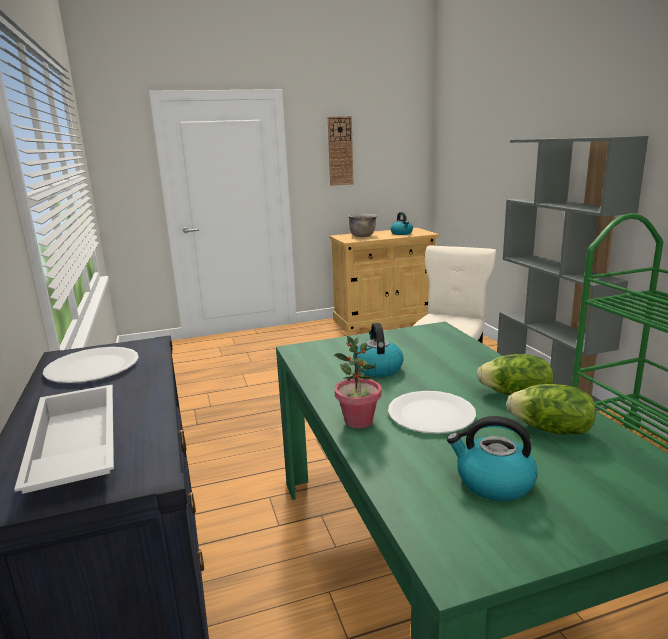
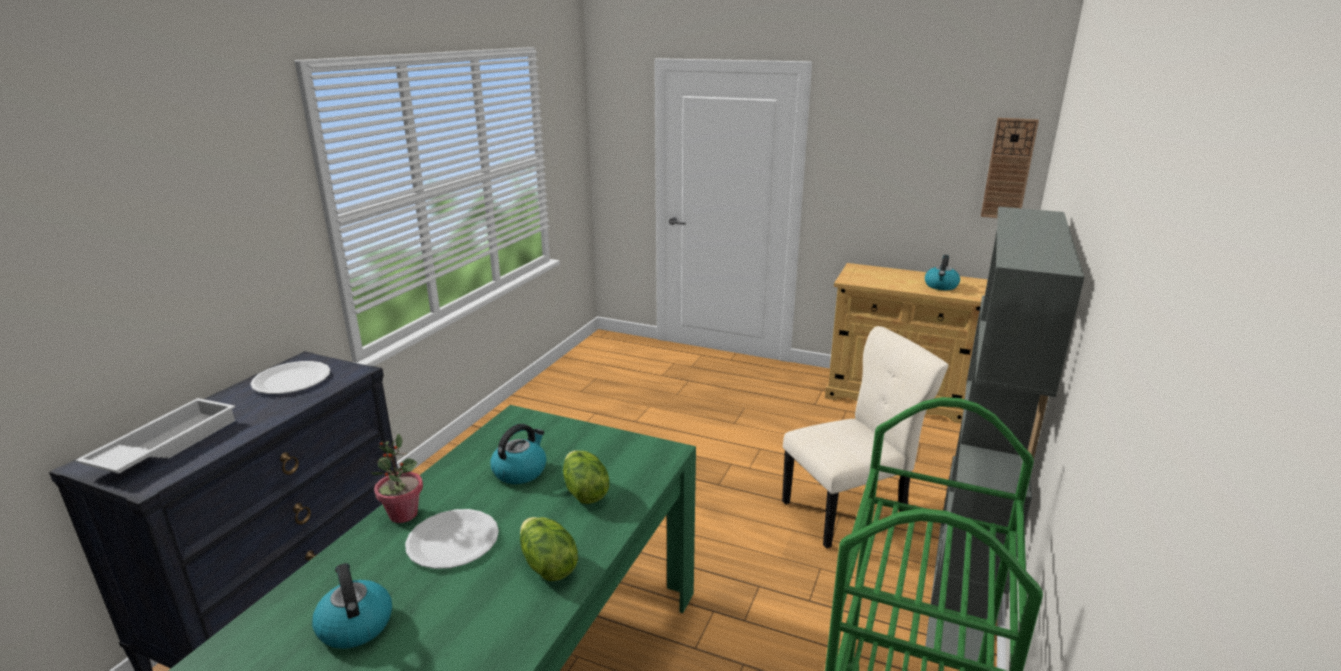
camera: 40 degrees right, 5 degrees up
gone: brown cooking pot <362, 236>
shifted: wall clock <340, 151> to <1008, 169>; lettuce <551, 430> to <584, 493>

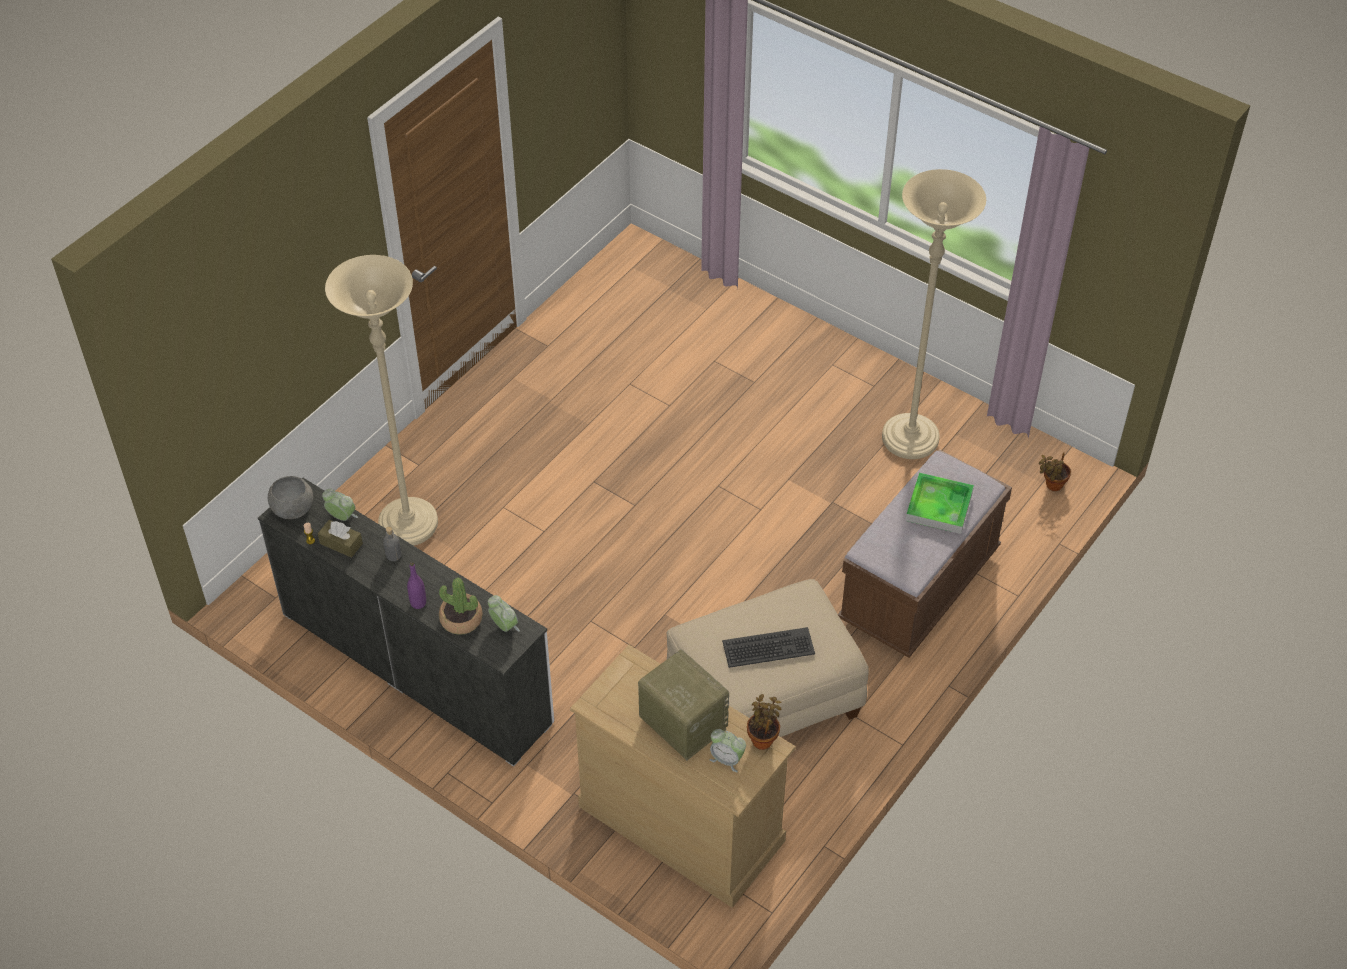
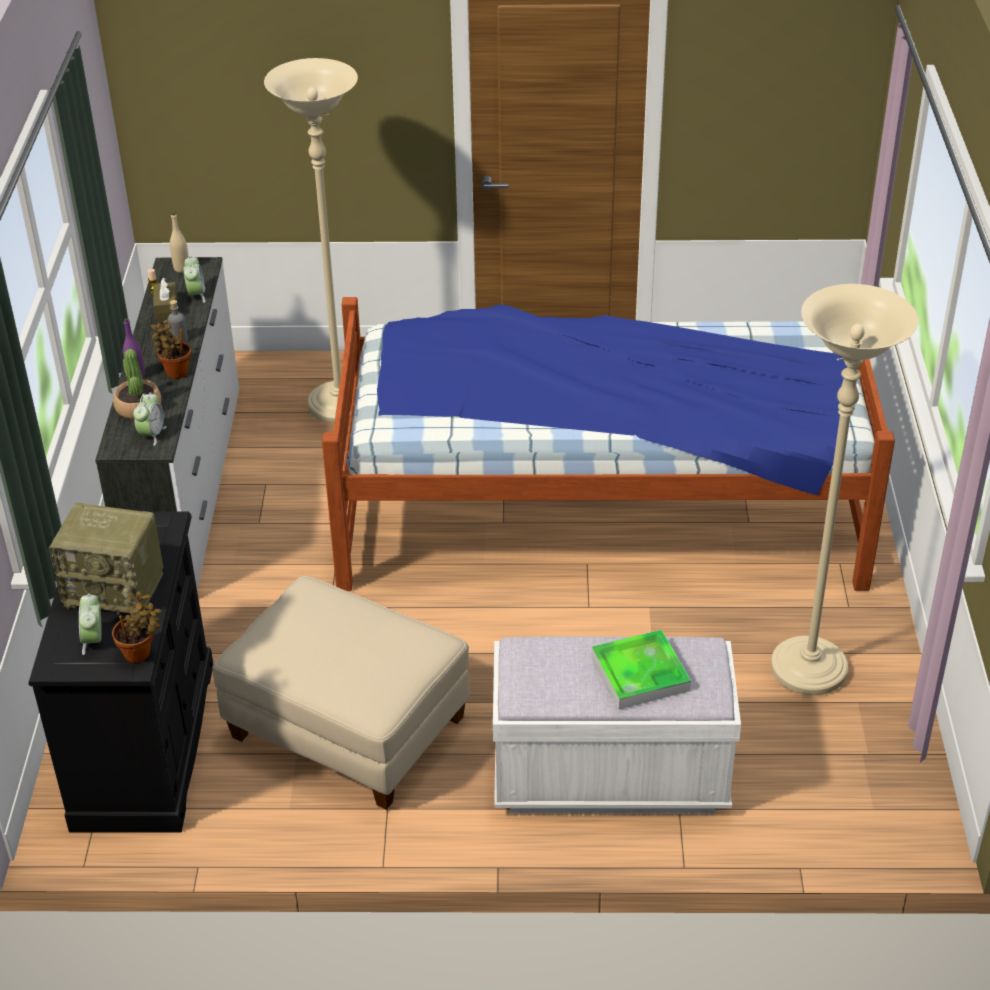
camera: 55 degrees right, 10 degrees down
gone: keyboard <768, 648>
new: bed <597, 510>
shifted: potted plant <1052, 485> to <175, 371>
swapped: grey bowl <293, 509> to beige bottle <181, 268>
repainted: brown bench <919, 587> to white bench <610, 776>; beige dresser <681, 823> to black dresser <145, 743>
rotated: radio <681, 723> = <116, 589> 90 degrees clockwise

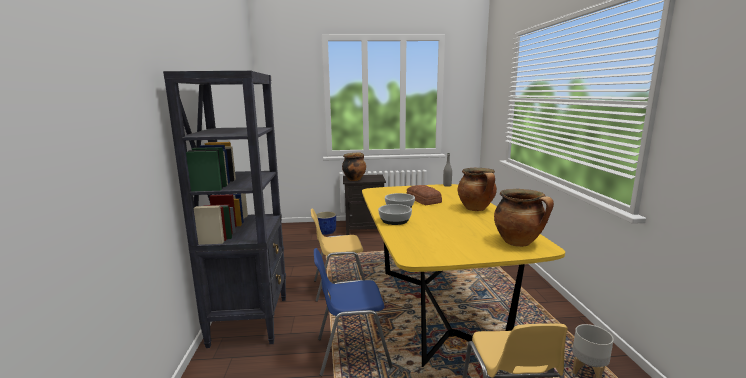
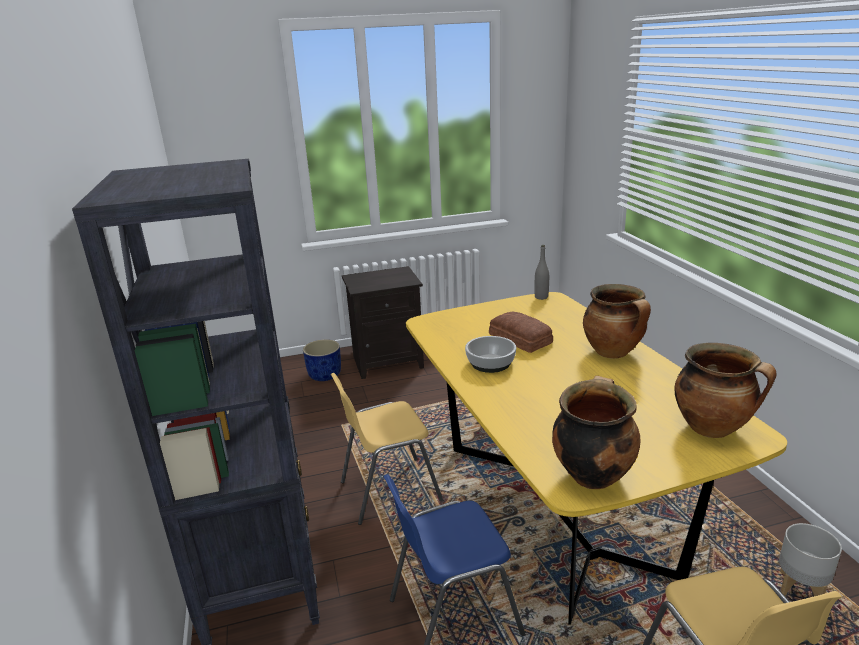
camera: 10 degrees left, 10 degrees up
gone: bowl <395, 220>
shifted: cooking pot <354, 179> to <592, 474>

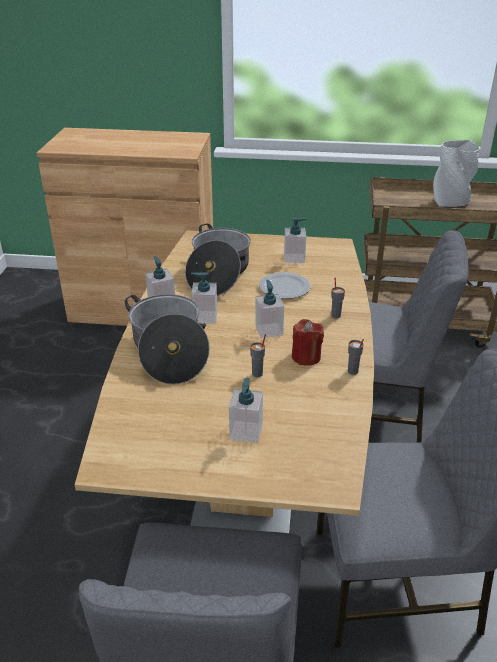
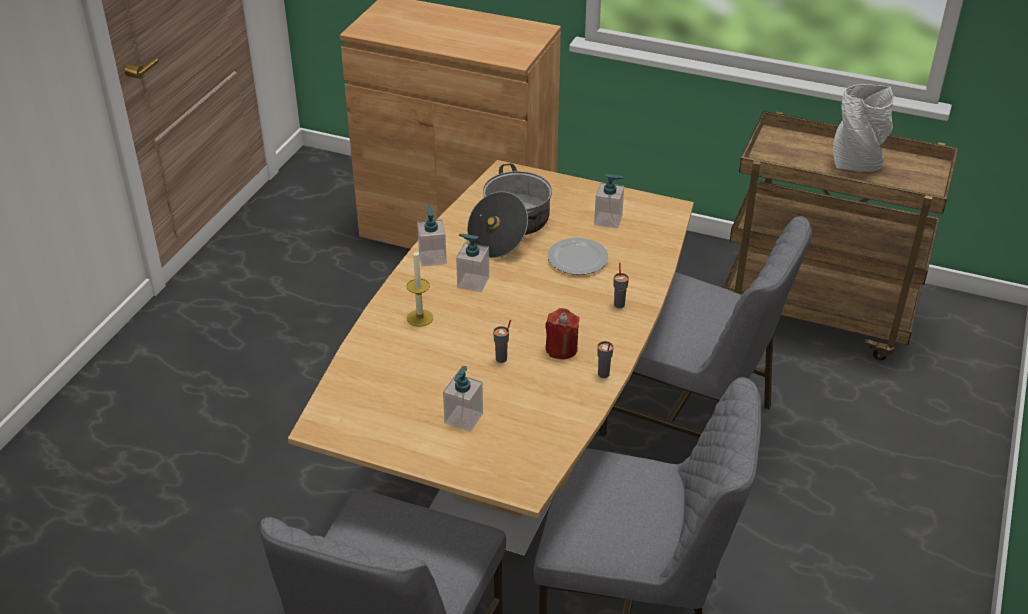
camera: 15 degrees right, 5 degrees up
gone: soap dispenser <269, 330>
swapped: cooking pot <169, 352> to candle <420, 318>

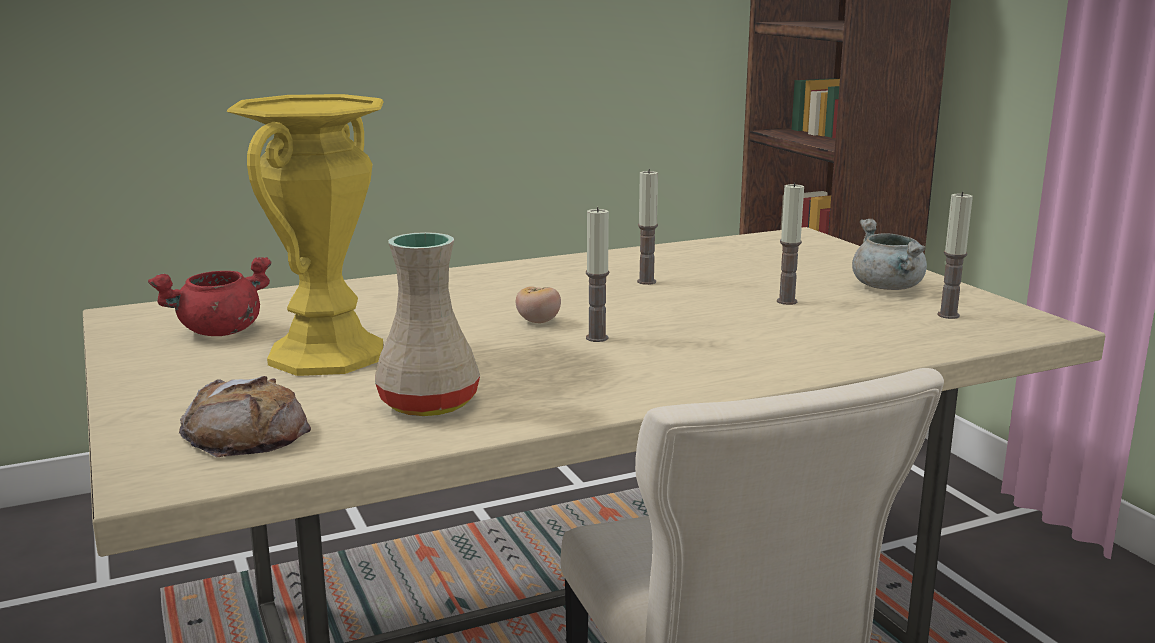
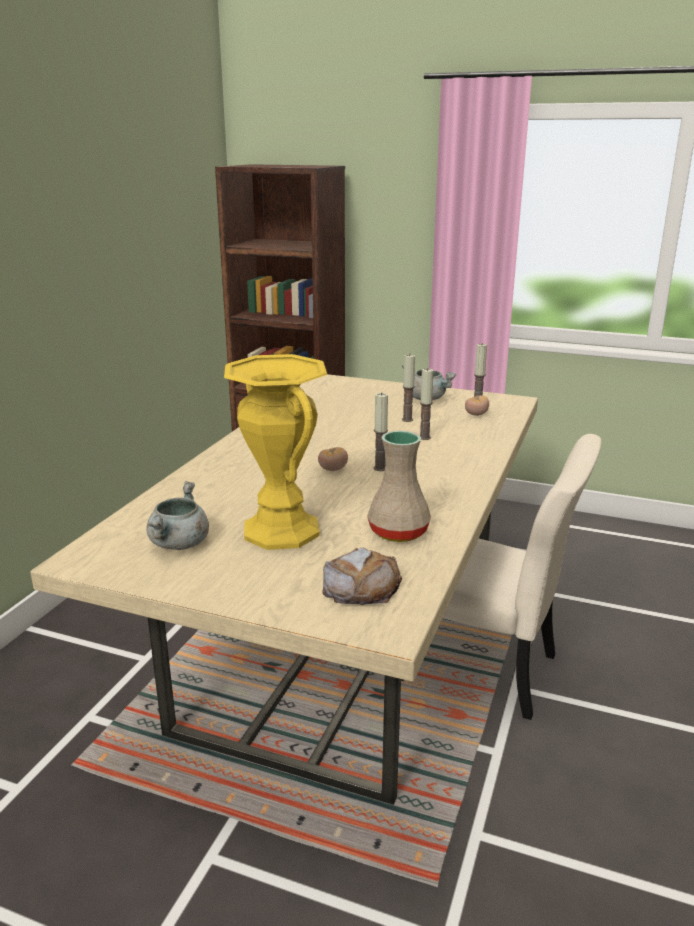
camera: 45 degrees left, 5 degrees up
new: tomato <476, 415>
shifted: candle <646, 281> to <424, 437>
repainted: red cooking pot <219, 332> to grey cooking pot <179, 544>

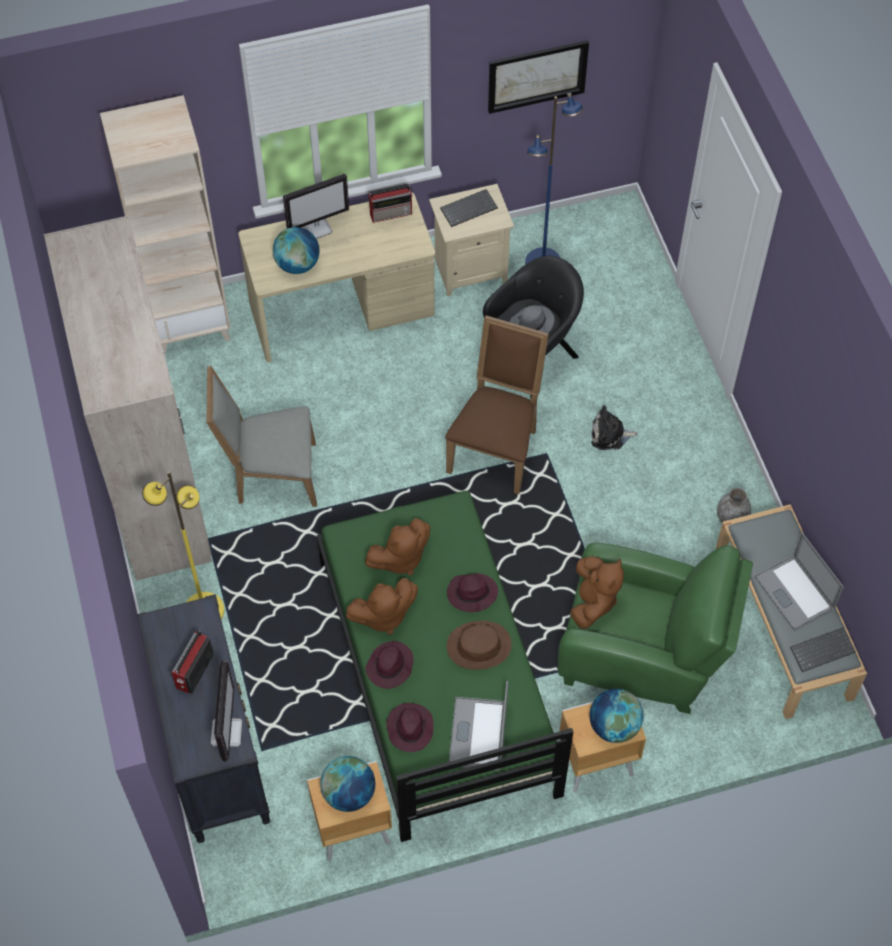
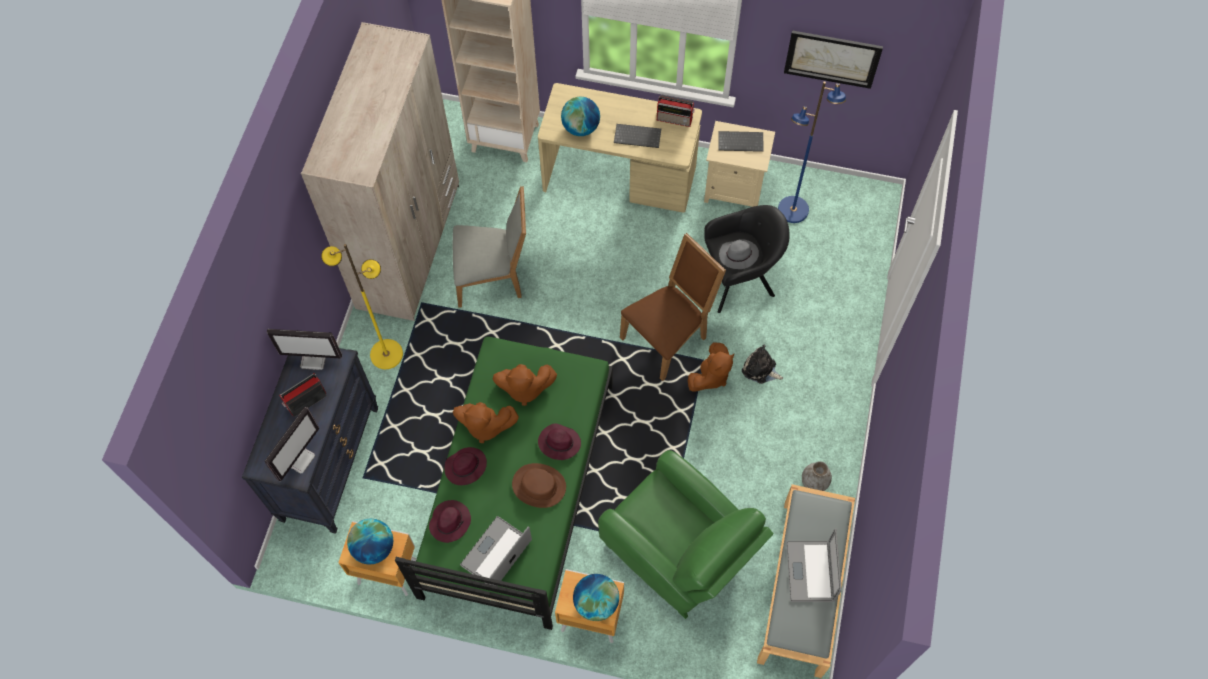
camera: 30 degrees right, 5 degrees up
shifted: monitor <317, 228> to <314, 358>; brown plush toy <593, 601> to <710, 376>; keyboard <822, 649> to <638, 136>
rotated: grey chair <271, 475> = <494, 277> 150 degrees clockwise

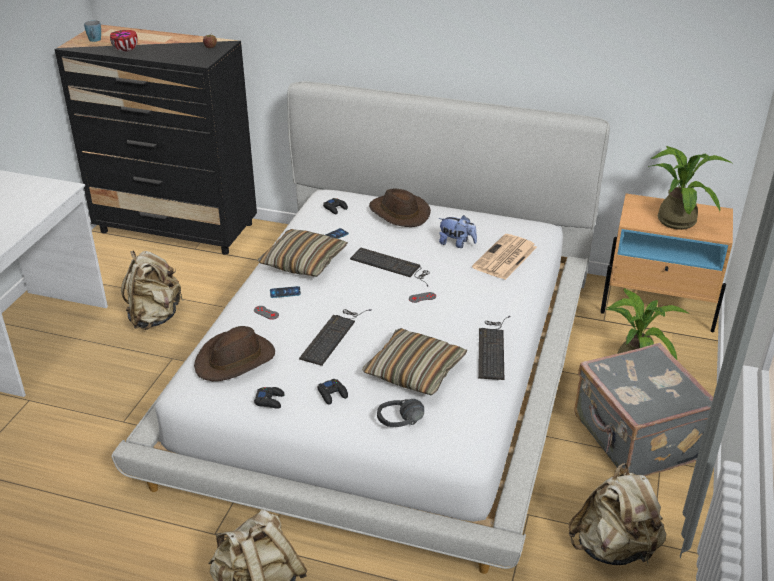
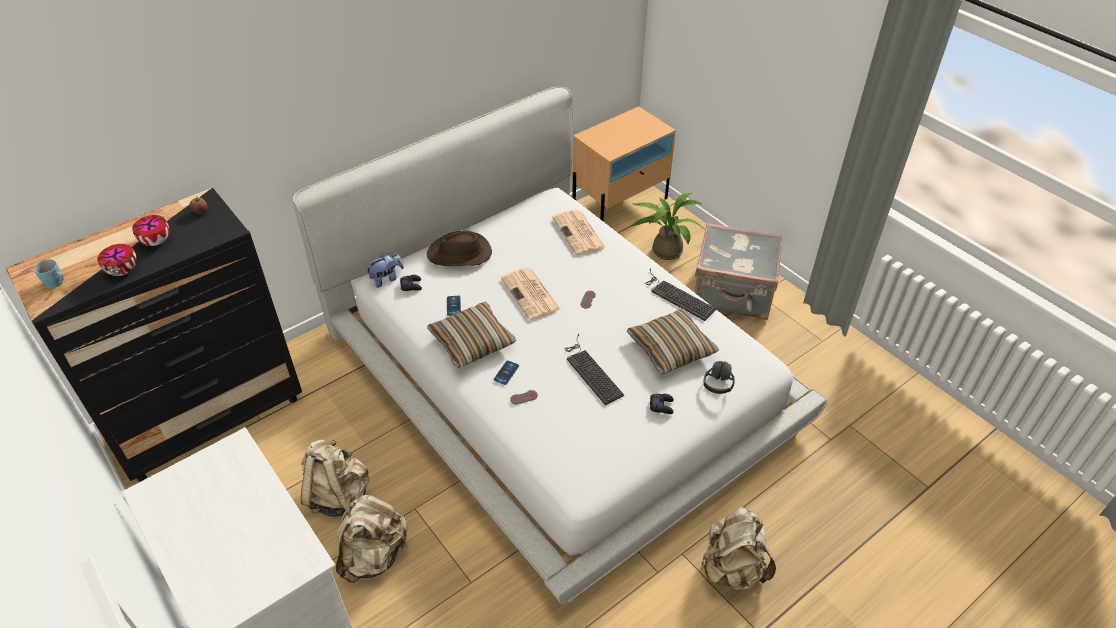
camera: 55 degrees left, 10 degrees up
gone: potted plant <676, 218>; brown hat <235, 360>; black game controller <270, 400>
new: bowl <156, 242>
shifted: plush toy <456, 243> to <386, 279>; beige backpack <613, 548> to <374, 555>
swapped: keyboard <392, 266> to newspaper <531, 294>

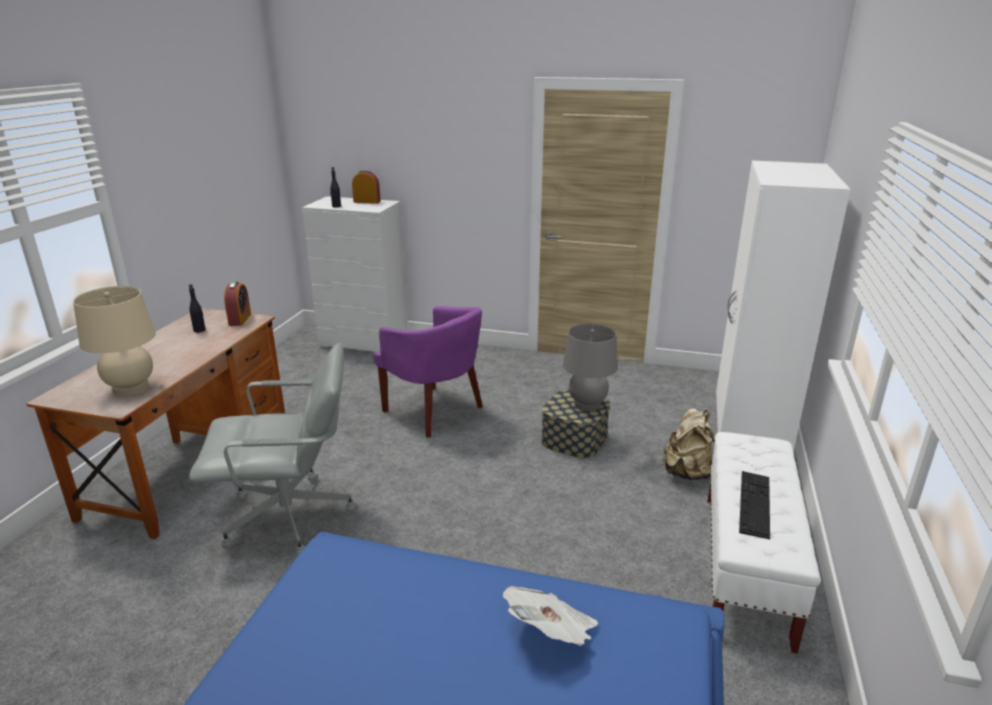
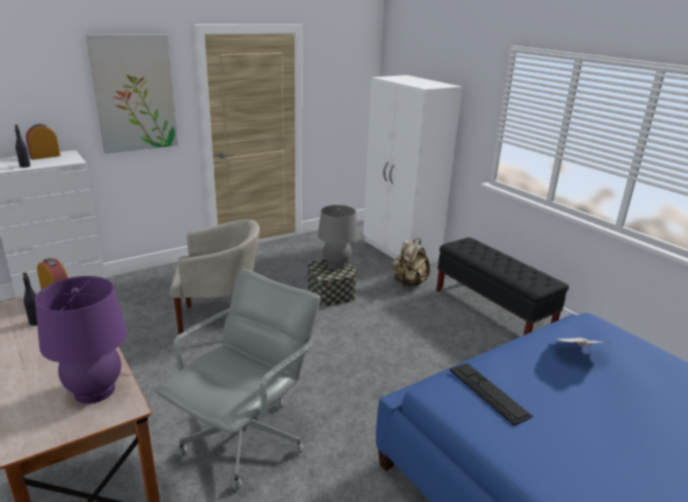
camera: 50 degrees left, 0 degrees up
new: picture <134, 93>
shifted: keyboard <754, 503> to <488, 392>
repainted: beige table lamp <131, 388> to purple table lamp <94, 391>; purple armchair <435, 412> to beige armchair <219, 320>; white bench <746, 567> to black bench <492, 311>

